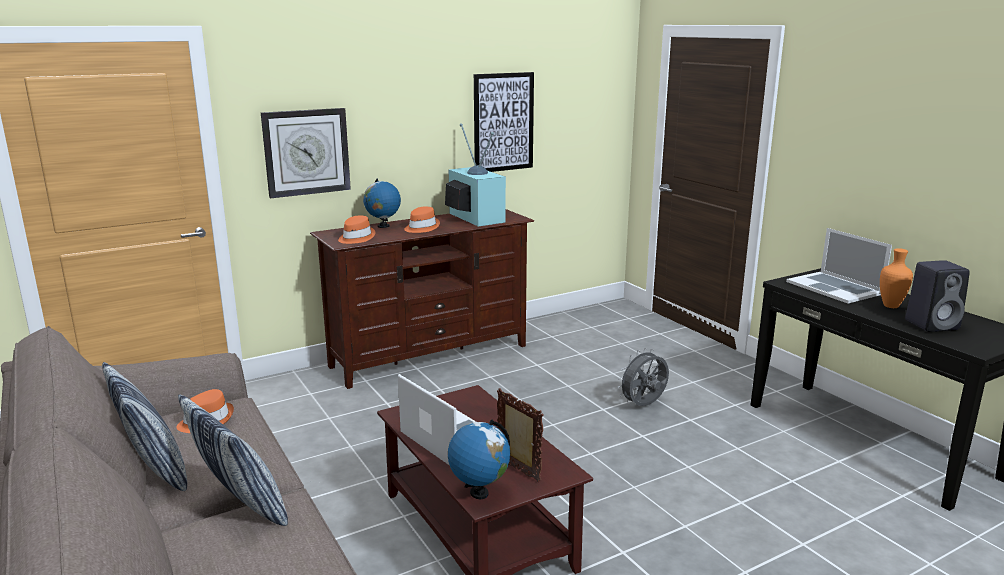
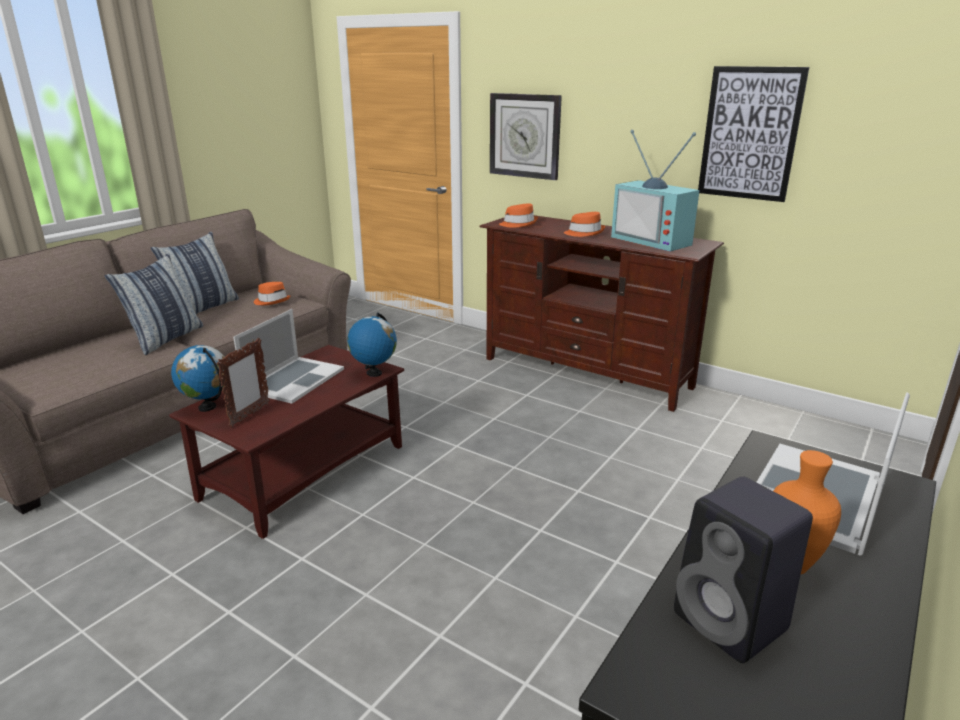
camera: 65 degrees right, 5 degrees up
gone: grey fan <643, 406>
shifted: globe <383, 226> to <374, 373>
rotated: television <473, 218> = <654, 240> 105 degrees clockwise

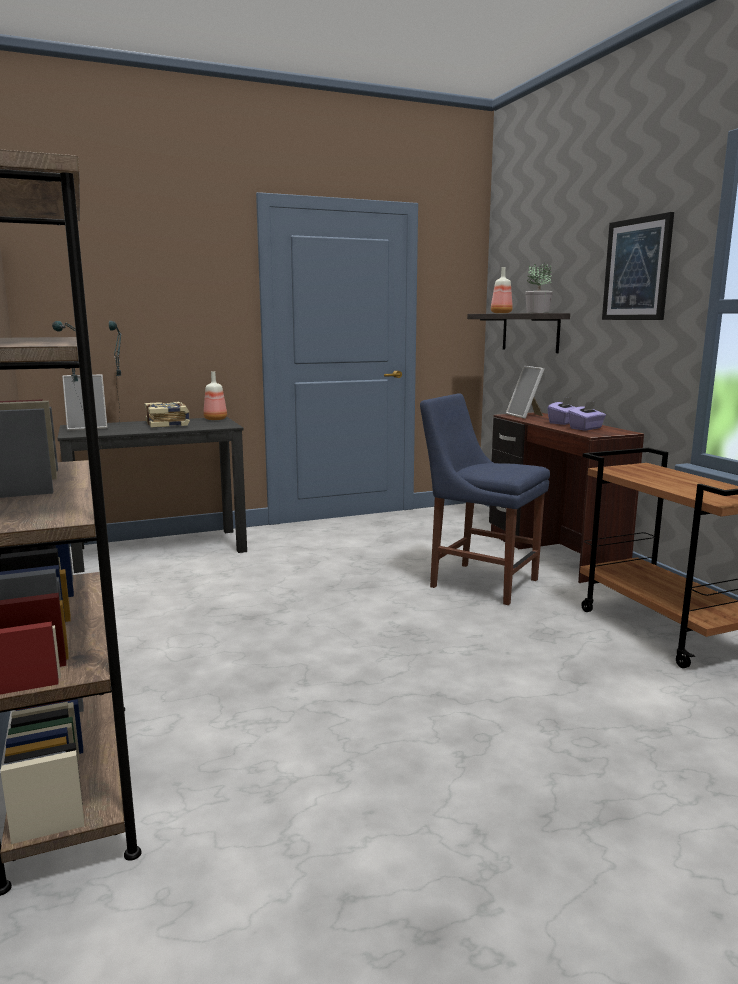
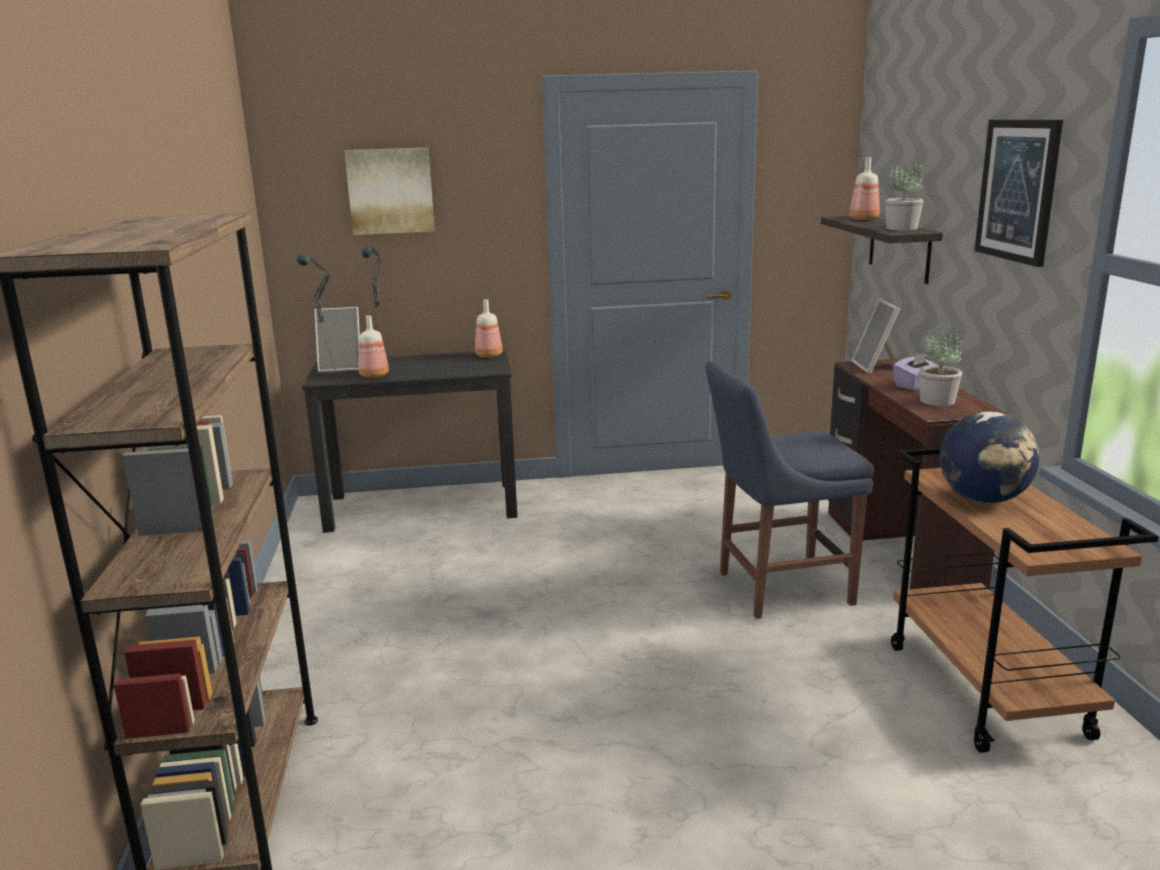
camera: 15 degrees right, 5 degrees up
gone: book <168, 424>
new: picture <390, 191>; bottle <374, 376>; globe <983, 499>
swapped: purple tissue box <586, 428> to potted plant <937, 400>
rotated: blue chair <479, 582> = <777, 588> 60 degrees counterclockwise

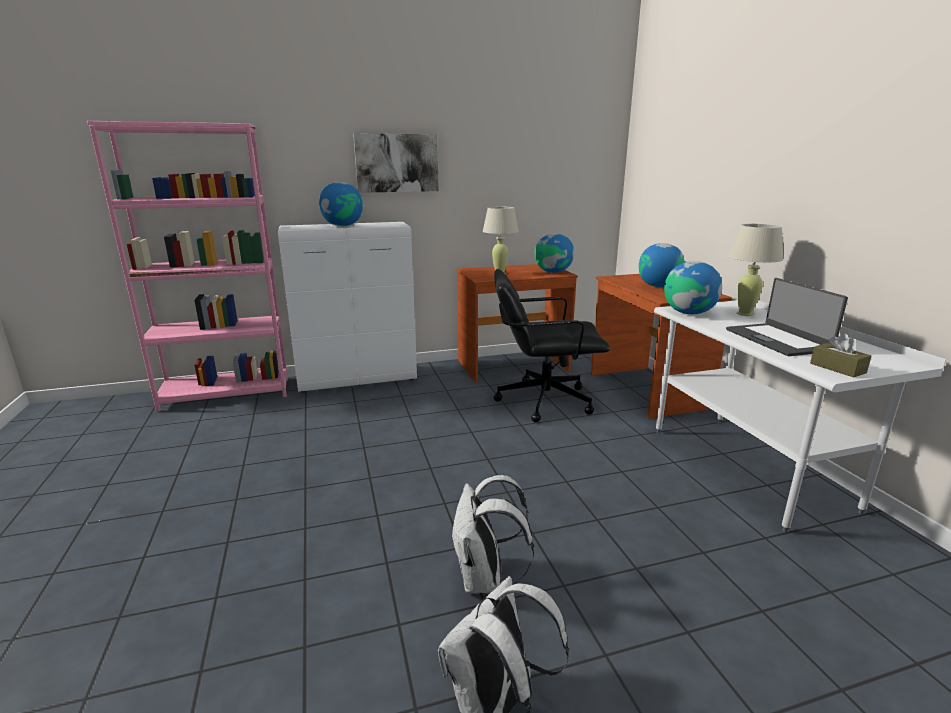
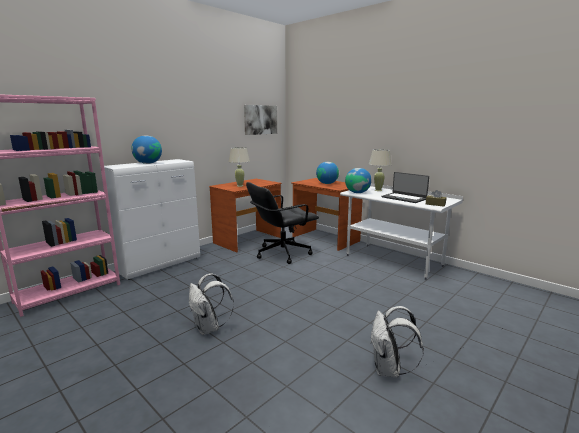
camera: 30 degrees left, 5 degrees down
gone: globe <553, 272>
shifted: picture <397, 163> to <260, 119>; white backpack <485, 579> to <209, 328>

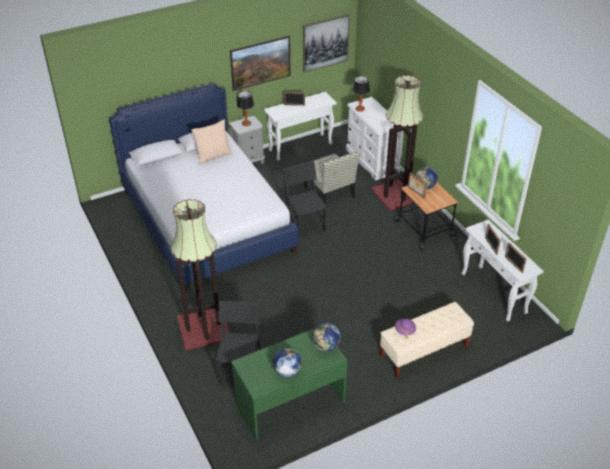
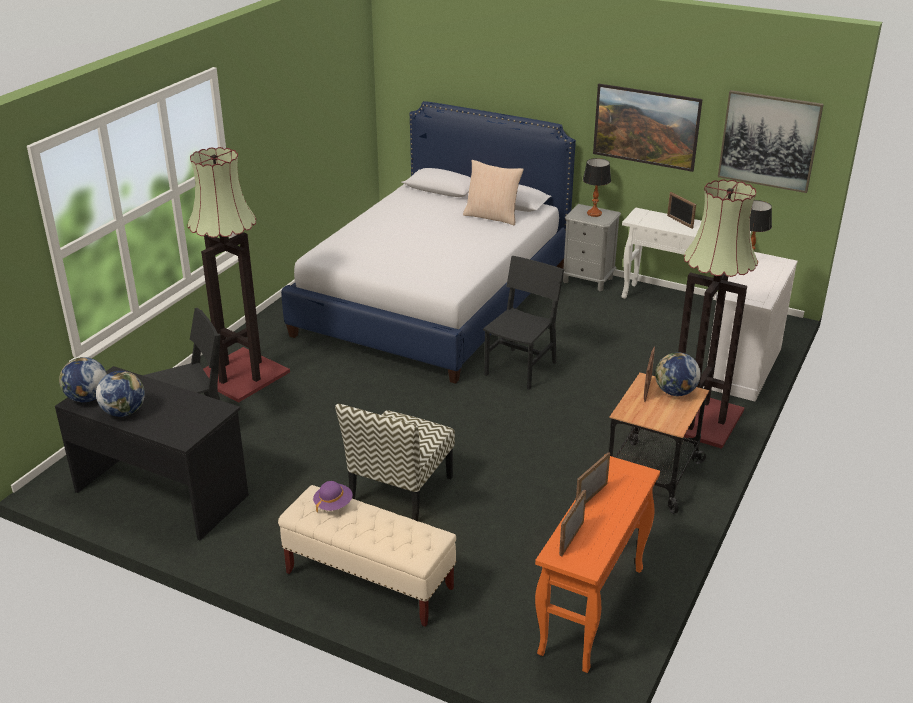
camera: 55 degrees right, 10 degrees down
shifted: chair <330, 193> to <400, 491>; globe <326, 346> to <87, 398>
repainted: white console table <494, 293> to orange console table <592, 611>; green desk <290, 402> to black desk <163, 492>

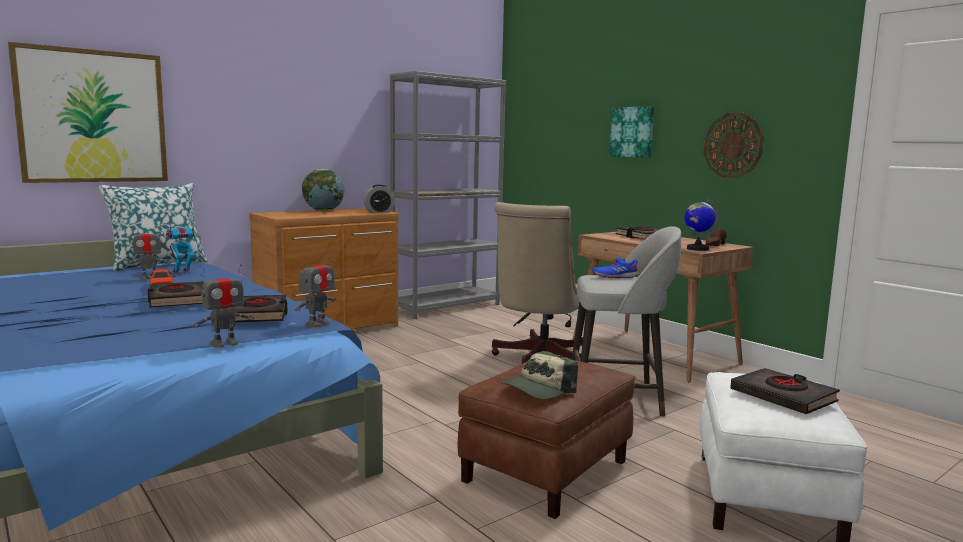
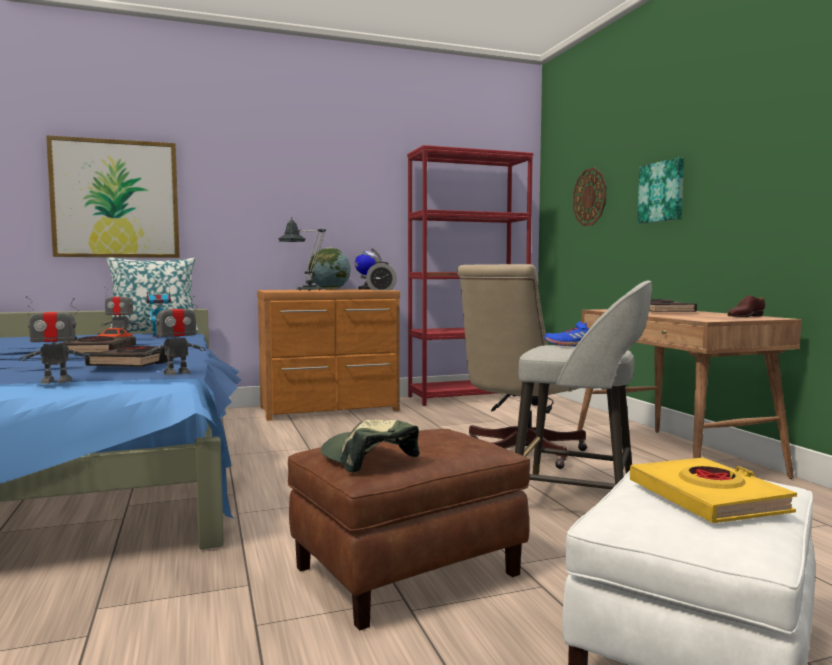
camera: 20 degrees right, 5 degrees down
new: table lamp <305, 290>
shifted: wall clock <733, 145> to <590, 197>; globe <697, 249> to <366, 289>
repainted: grey bookcase <446, 307> to red bookcase <468, 397>; black book <783, 397> to yellow book <707, 498>
rotated: cap <538, 389> = <368, 458> 75 degrees clockwise

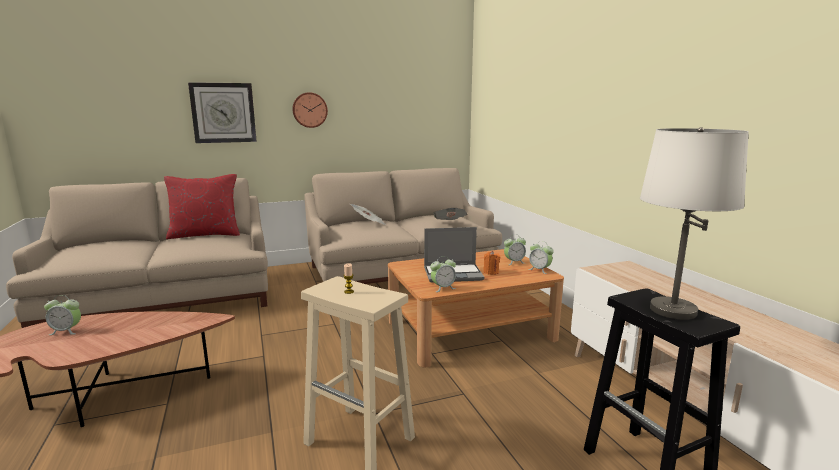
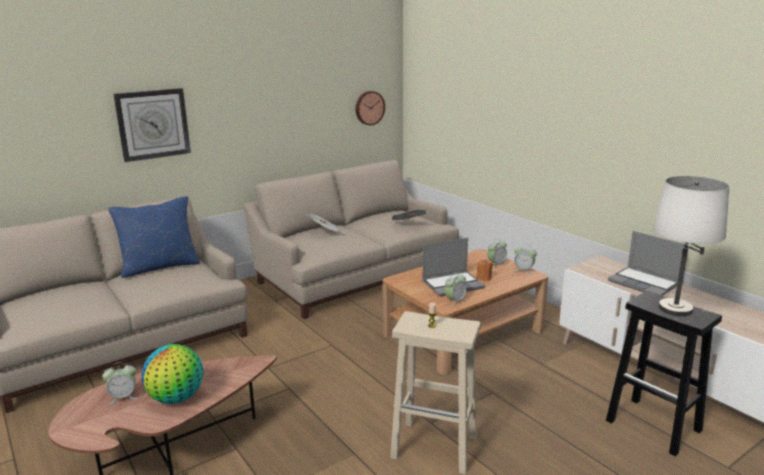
camera: 15 degrees left, 5 degrees up
new: laptop <644, 283>; globe <177, 398>
shifted: wall clock <309, 110> to <369, 108>
repainted: red pillow <205, 234> to blue pillow <159, 267>

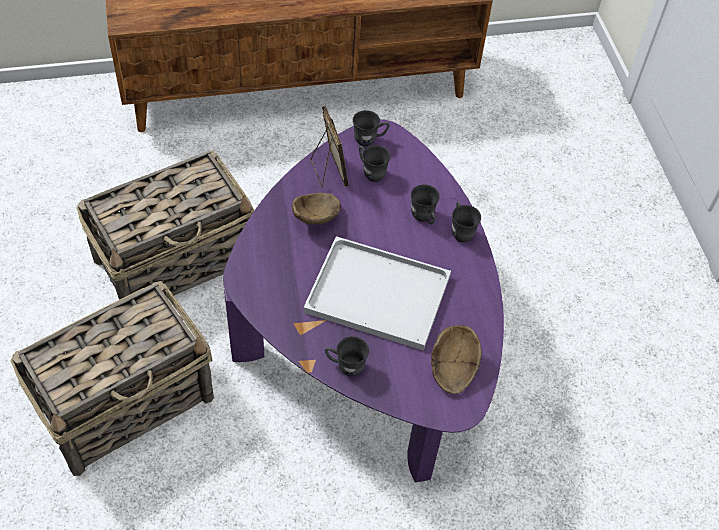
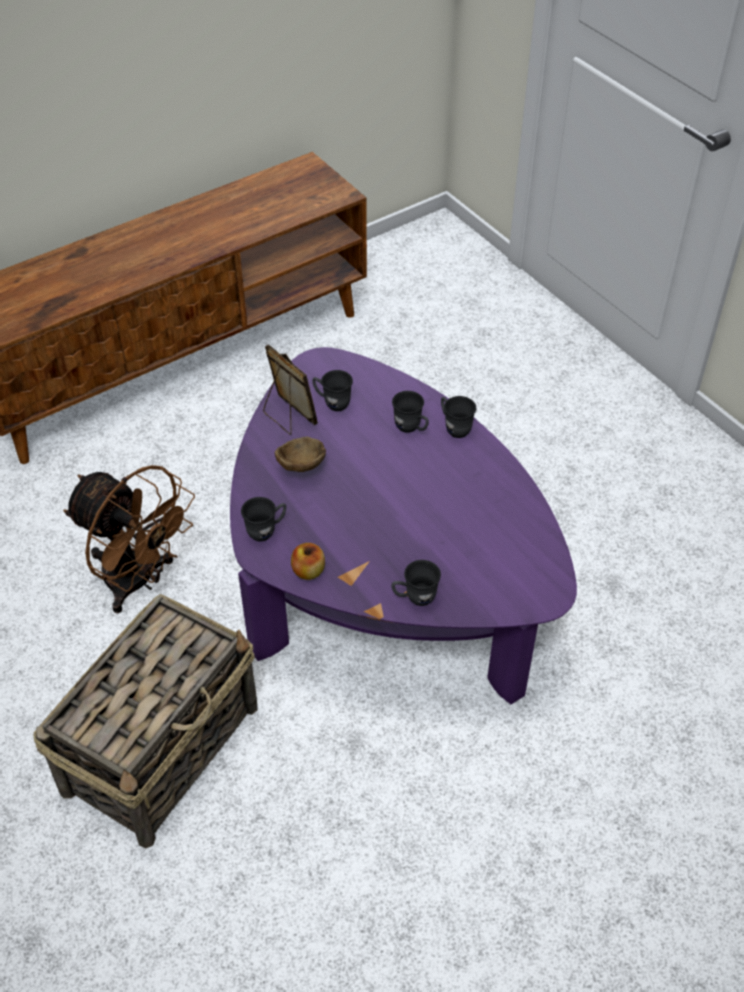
camera: 20 degrees left, 5 degrees down
gone: white tray <374, 294>; brown bowl <452, 369>
new: apple <308, 571>
shifted: grey mug <369, 140> to <266, 531>
swapped: basket <176, 261> to brown fan <139, 582>

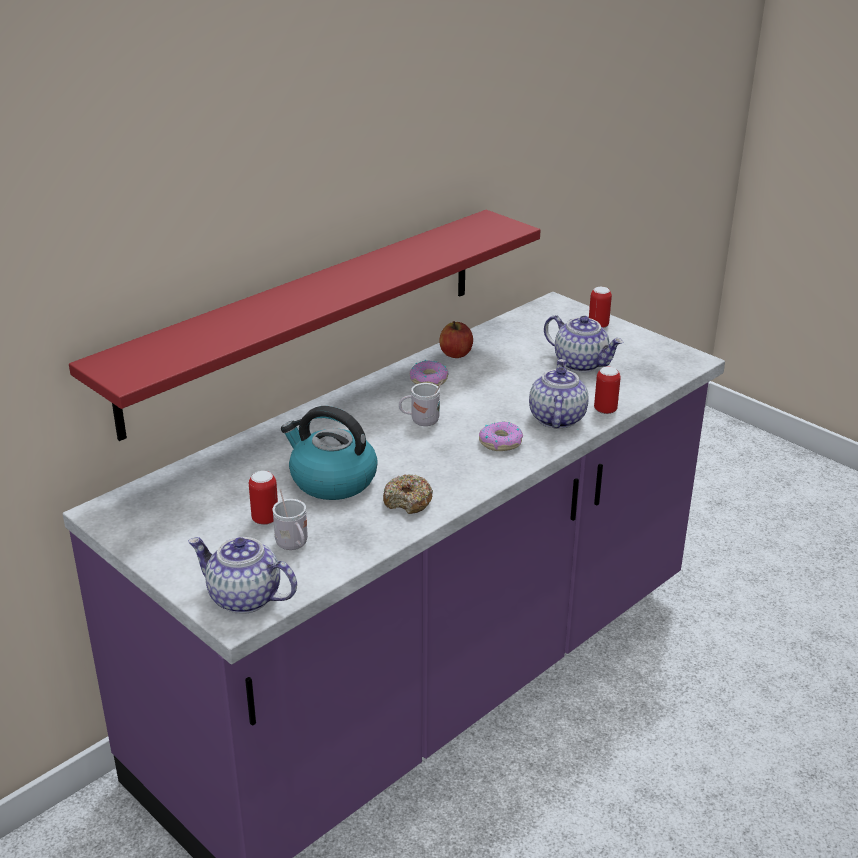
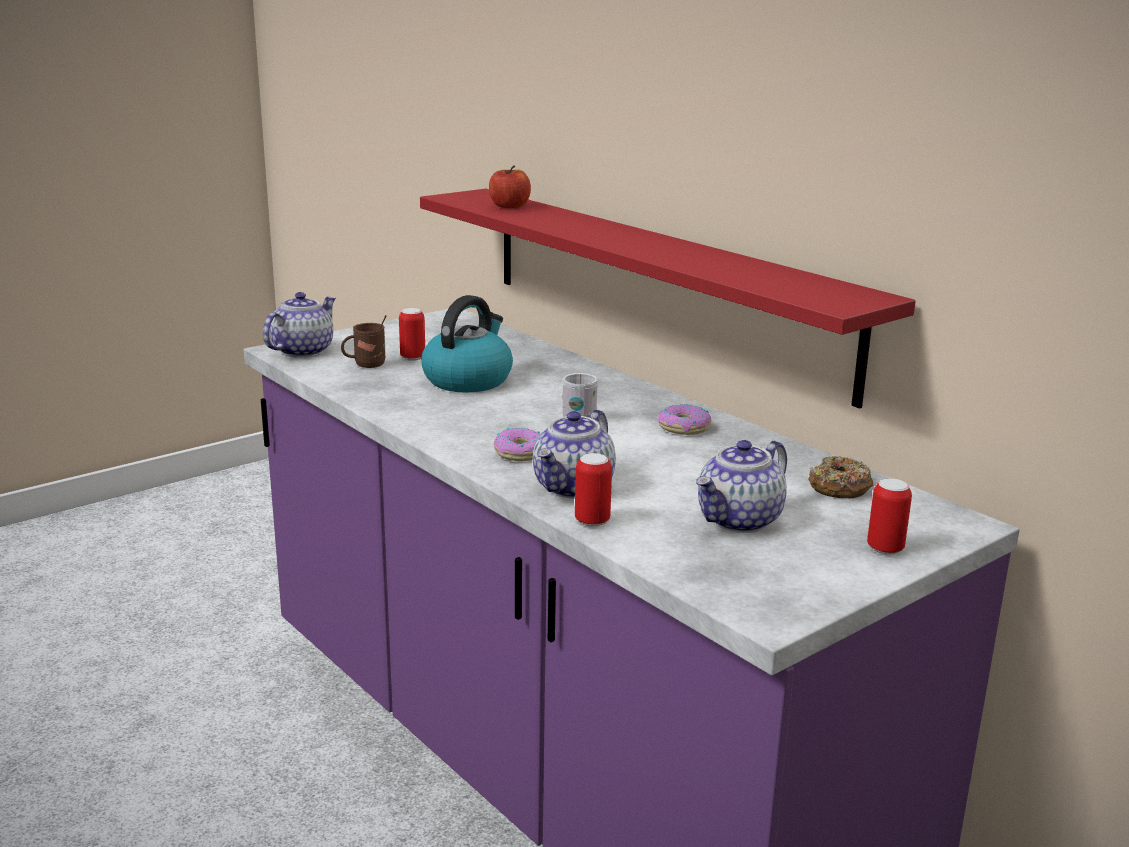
camera: 95 degrees right, 10 degrees down
shifted: apple <456, 354> to <509, 206>; donut <408, 501> to <839, 488>
repainted: white mug <294, 546> to brown mug <365, 365>
rotated: teapot <556, 418> = <574, 488> 105 degrees clockwise

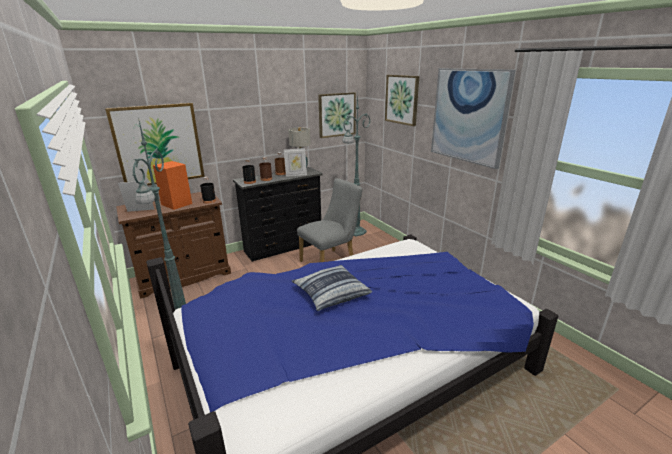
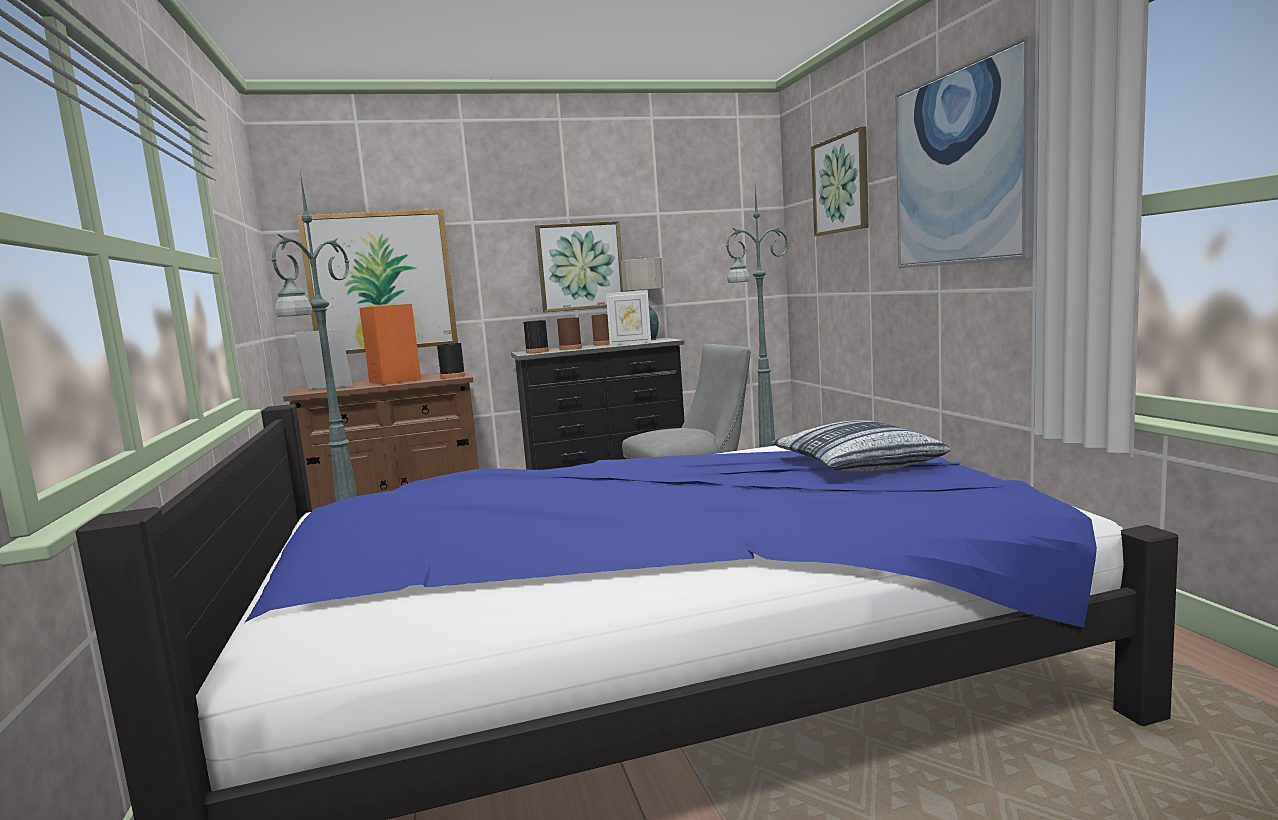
camera: 15 degrees right, 15 degrees down
shifted: picture <336, 115> to <580, 266>; pillow <331, 293> to <856, 464>

